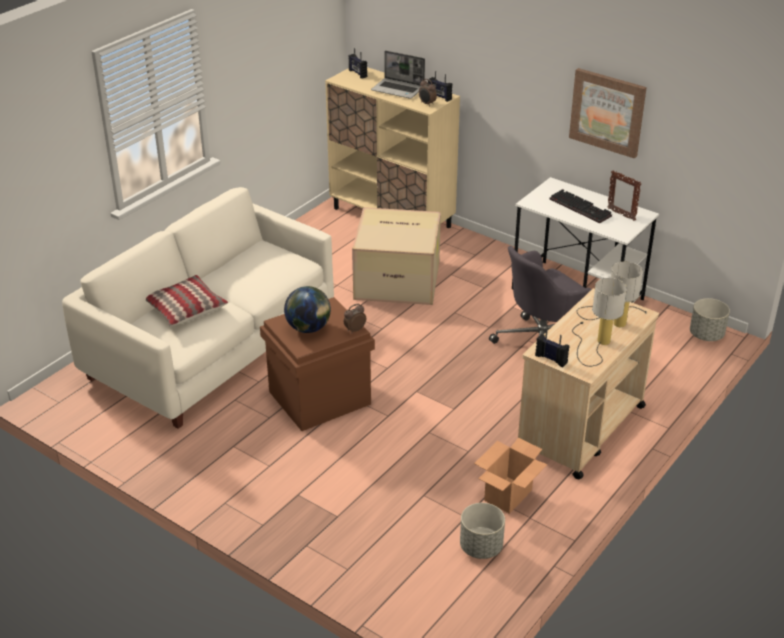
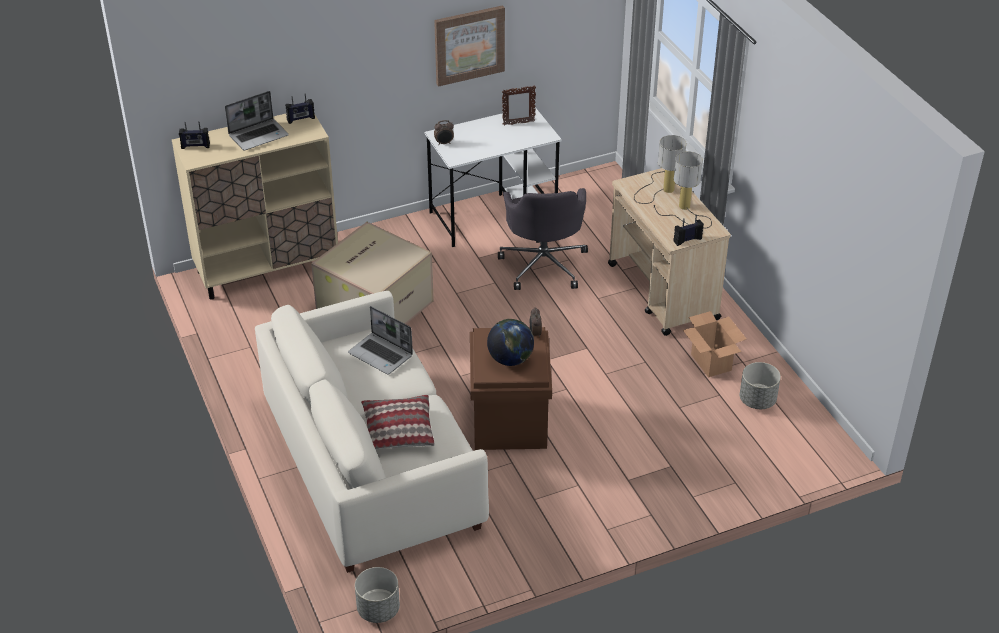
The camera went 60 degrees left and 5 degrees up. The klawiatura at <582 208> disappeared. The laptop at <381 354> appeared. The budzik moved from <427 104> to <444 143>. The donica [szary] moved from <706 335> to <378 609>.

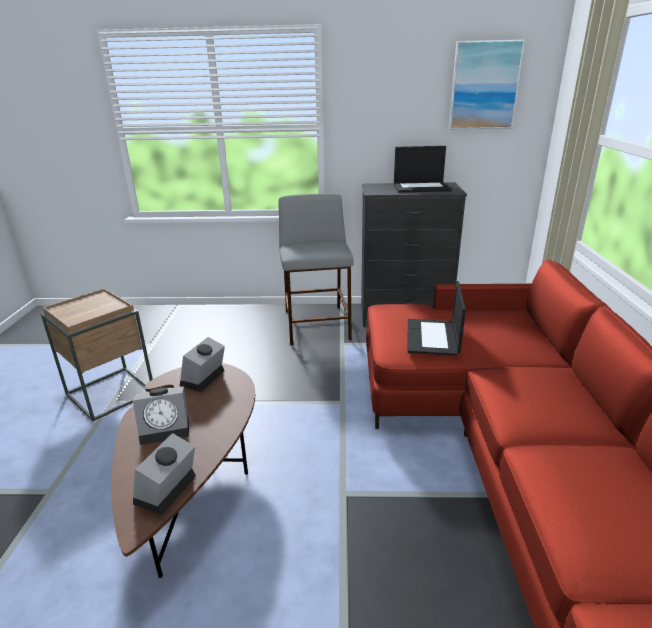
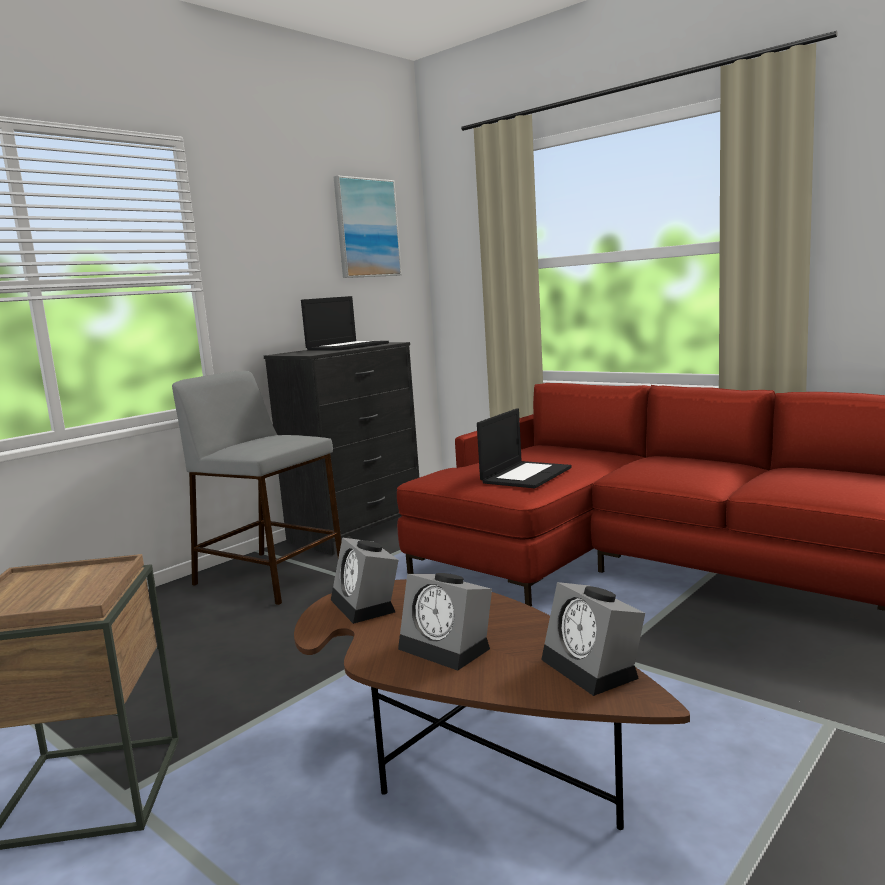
The camera went 50 degrees left and 15 degrees down. The budzik at <167 428> turned 105 degrees clockwise. The laptop at <433 337> turned 105 degrees counterclockwise.

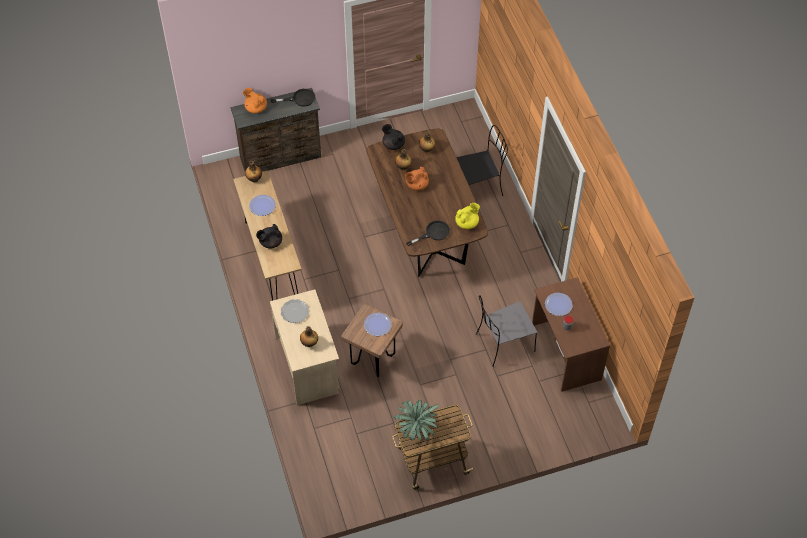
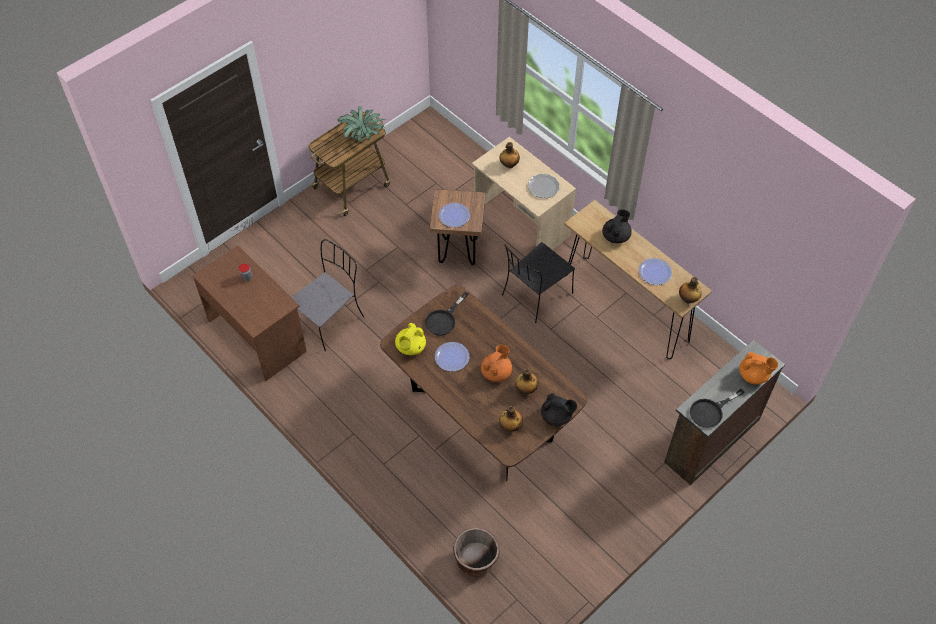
The camera went 155 degrees right and 0 degrees up. The donica [brązowy] at <476 560> appeared. The krzesło [czarny] moved from <477 187> to <536 295>. The talerz moved from <558 304> to <452 357>.

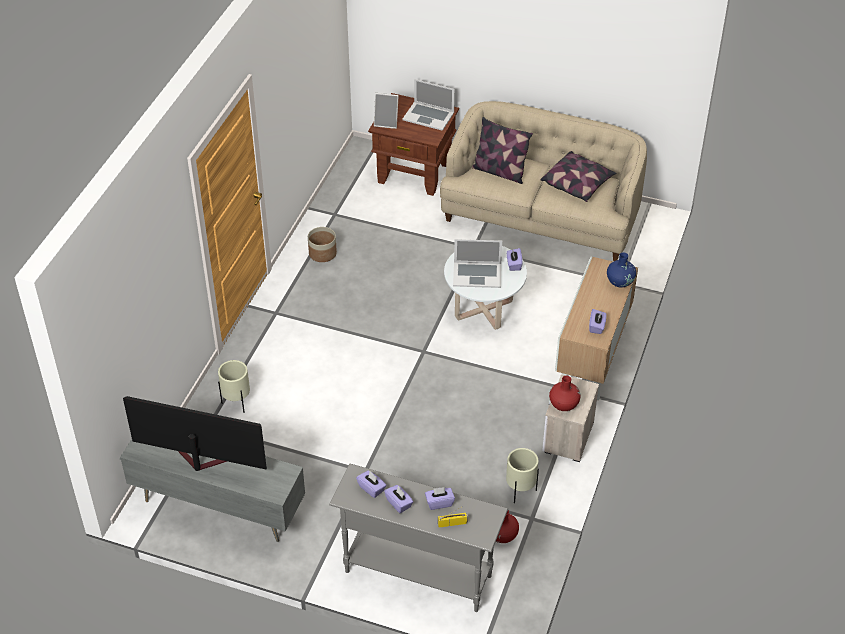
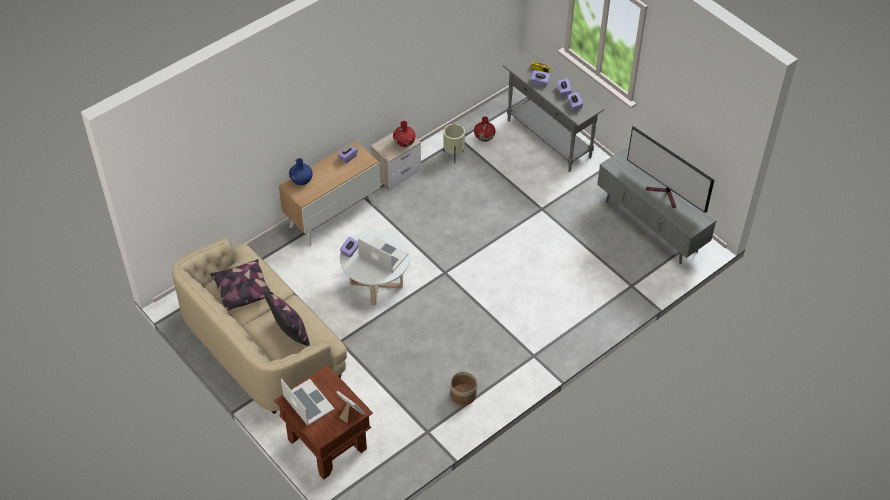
The camera went 150 degrees left and 5 degrees up. The donica [beżowy] at <236 402> disappeared.

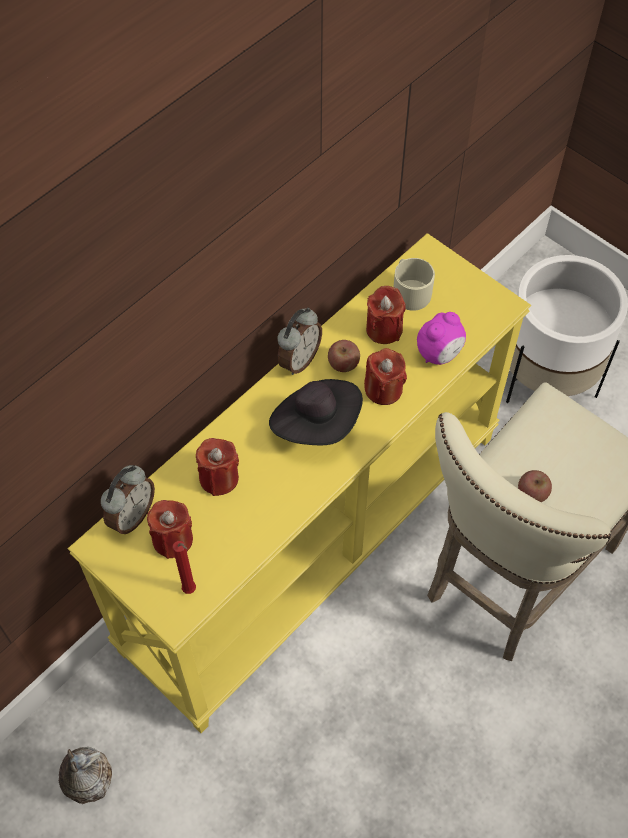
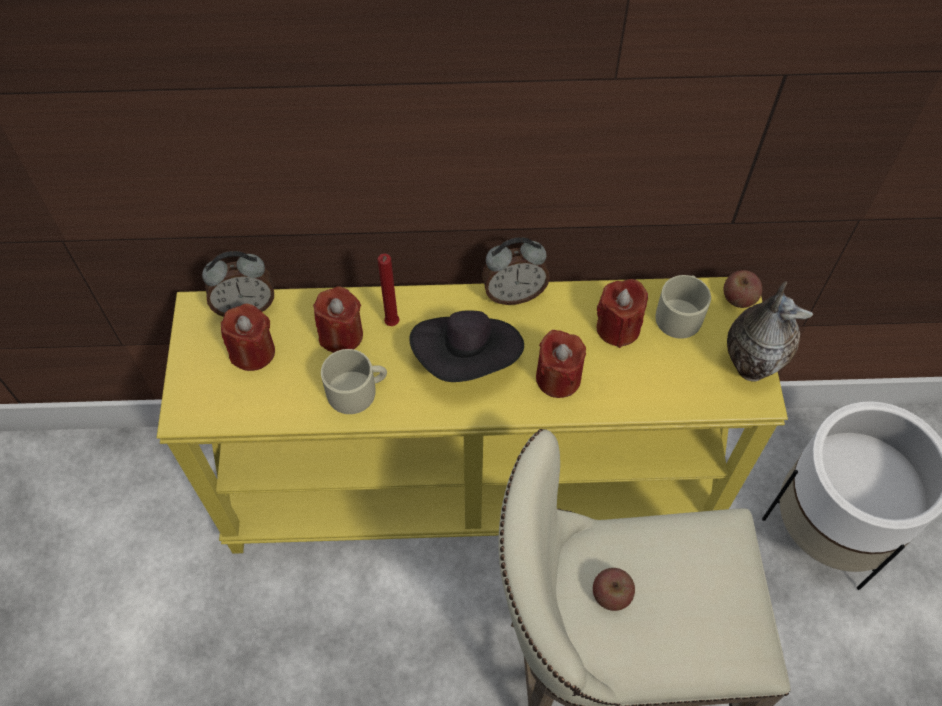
The camera went 45 degrees right and 0 degrees up. The budzik at <439 354> disappeared. The kubek [beżowy] at <357 390> appeared. The wazon moved from <90 783> to <750 364>. The świeca [czerwony] moved from <191 591> to <392 325>. The jabłko moved from <343 363> to <739 298>.

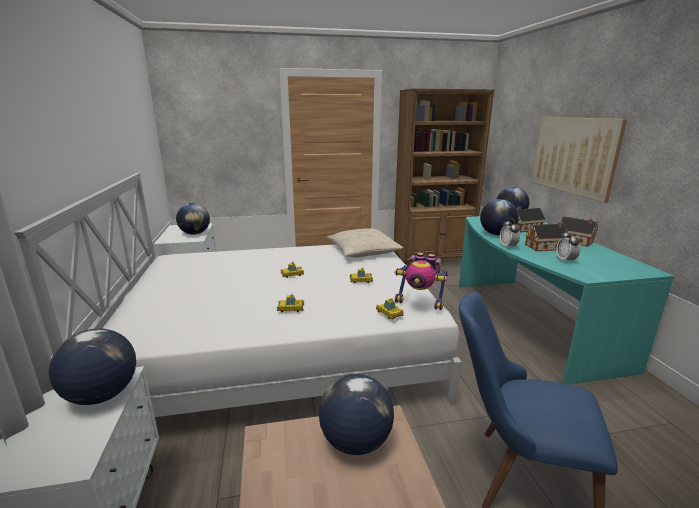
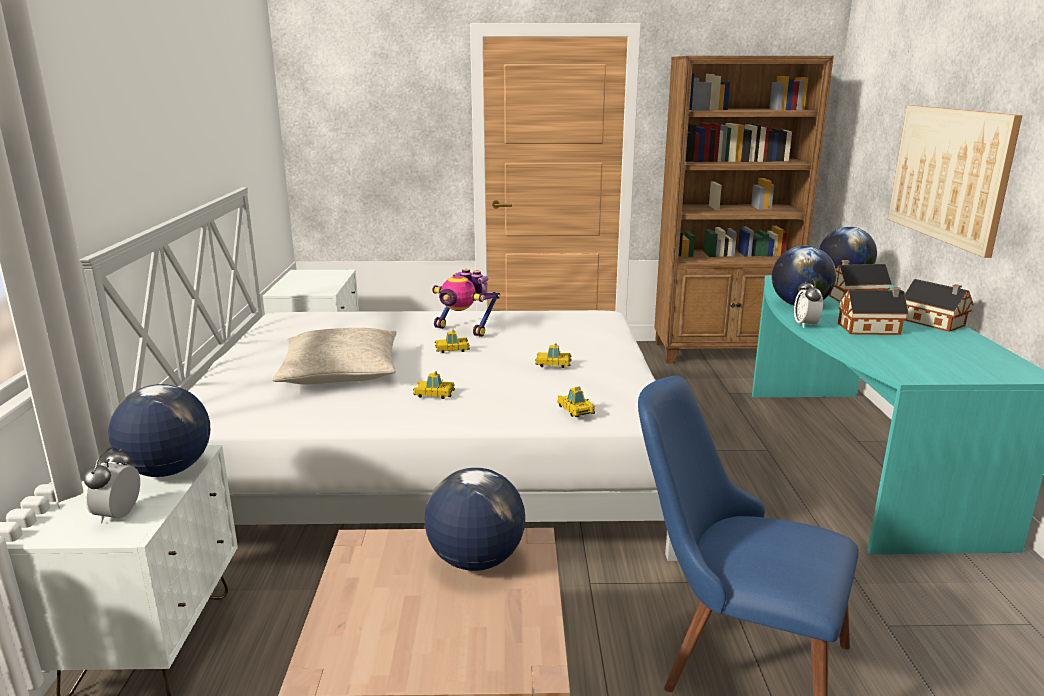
The camera went 10 degrees right and 0 degrees up. The globus at <195 233> disappeared. The poduszka [beżowy] moved from <363 251> to <340 371>. The robot zabawkowy moved from <420 303> to <464 329>. The budzik moved from <565 260> to <119 515>.

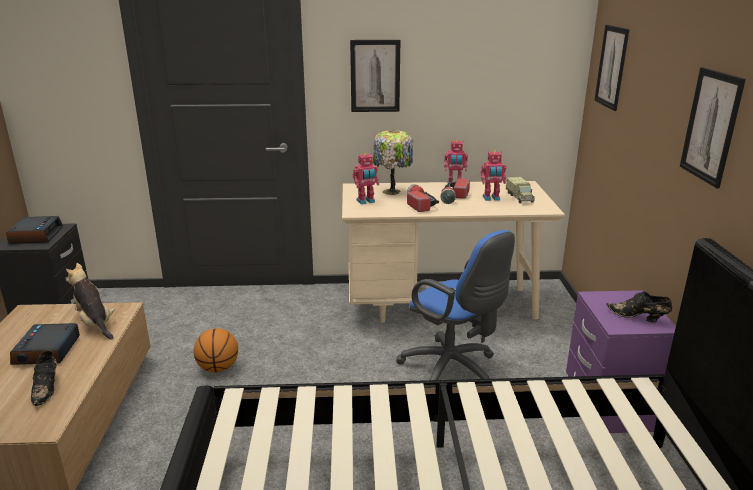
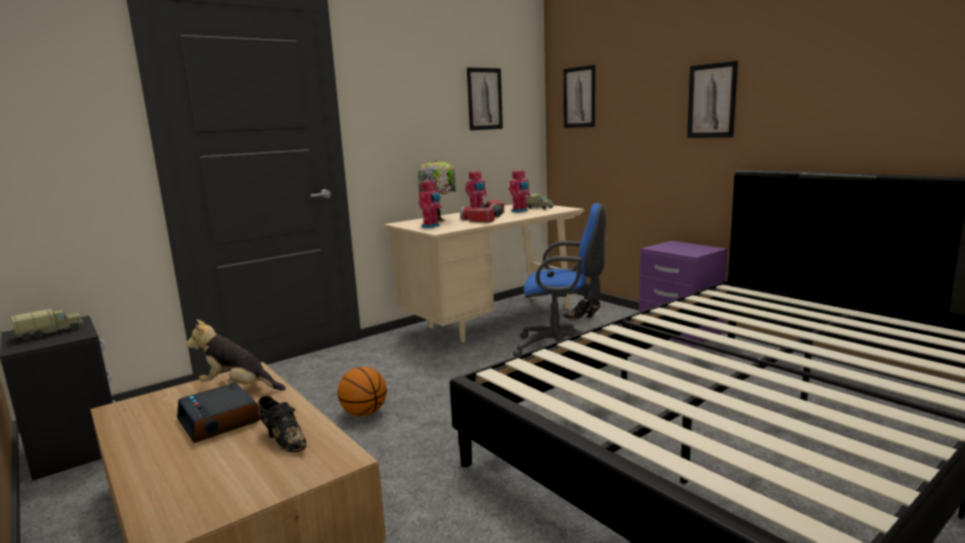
The camera went 35 degrees left and 10 degrees down. The obraz moved from <375 76> to <484 99>. The but [czarny] moved from <638 317> to <583 317>. The budzik at <36 235> was replaced by the ciężarówka zabawkowa at <50 333>.

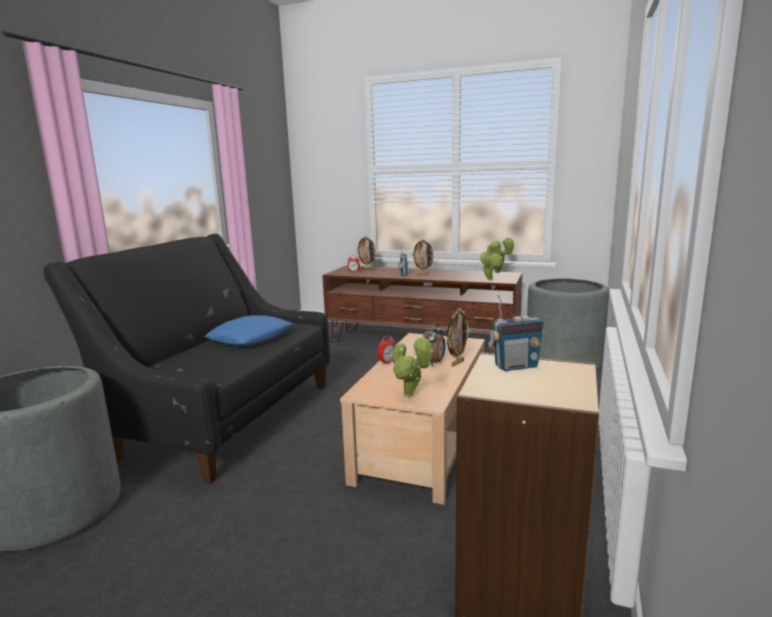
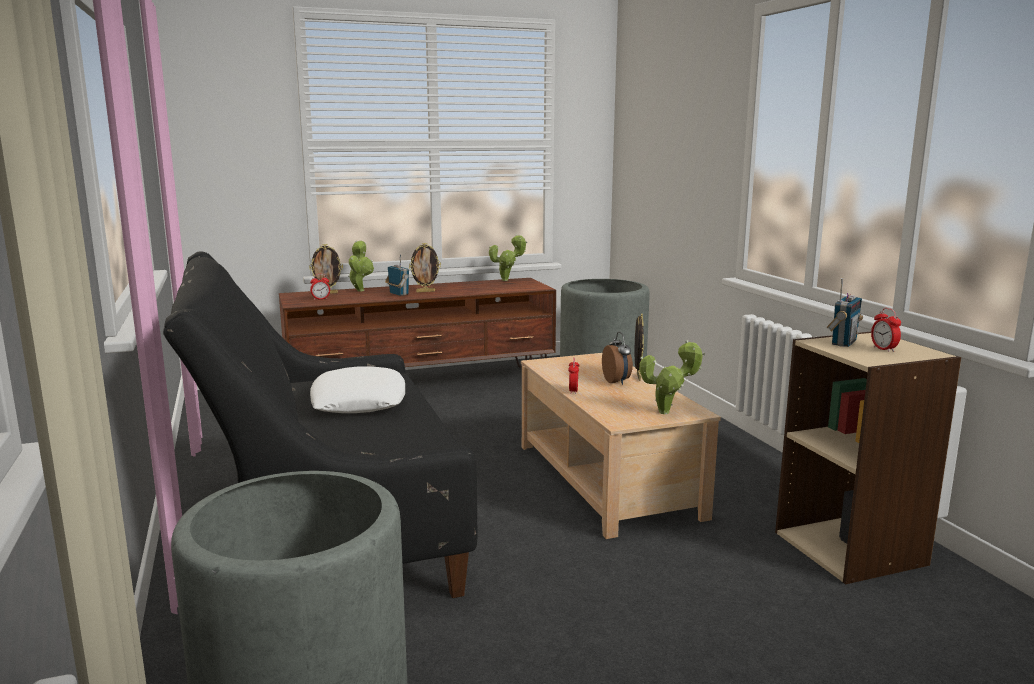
The camera went 40 degrees left and 0 degrees up. The budzik at <883 349> appeared. The roślina doniczkowa moved from <491 279> to <360 290>. The poduszka [niebieski] at <251 338> became the poduszka [biały] at <358 401>.

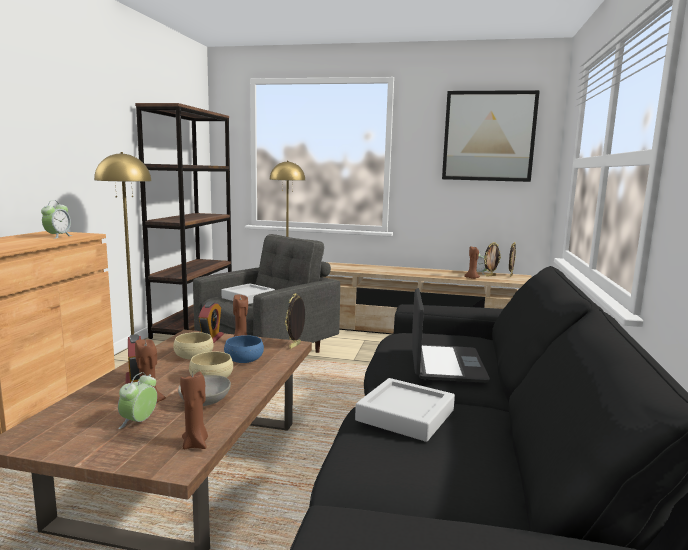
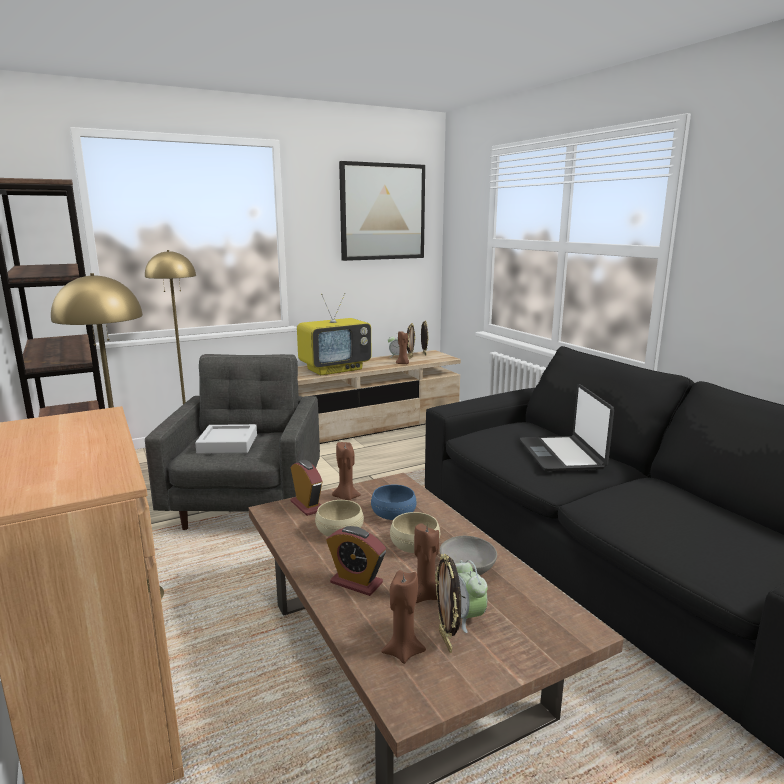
The camera went 40 degrees left and 5 degrees up. The budzik at <58 236> disappeared. The taca [szary] at <405 415> disappeared. The telewizor at <335 369> appeared. The świeca [brązowy] moved from <195 444> to <403 652>. The ramka na zdjęcie moved from <295 346> to <446 641>. The laptop at <445 364> turned 150 degrees counterclockwise.

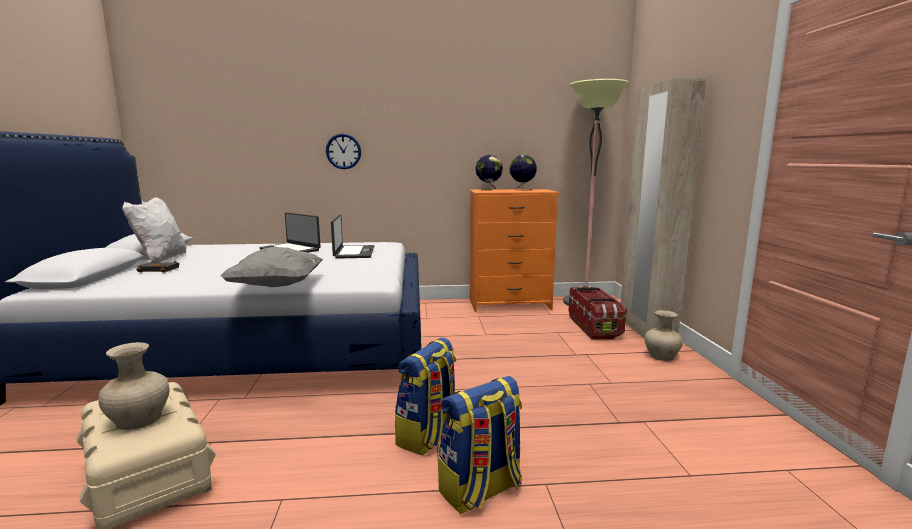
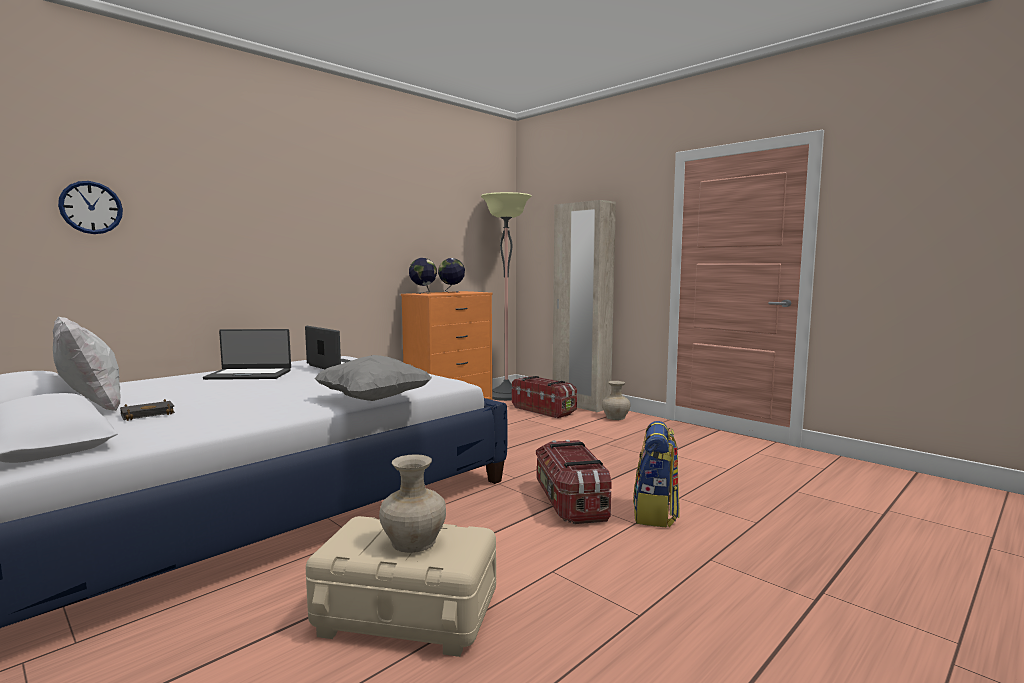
The camera went 40 degrees left and 5 degrees down. The zegar ścienny moved from <343 151> to <91 207>. The plecak at <429 436> was replaced by the pojemnik do przechowywania at <570 502>.

